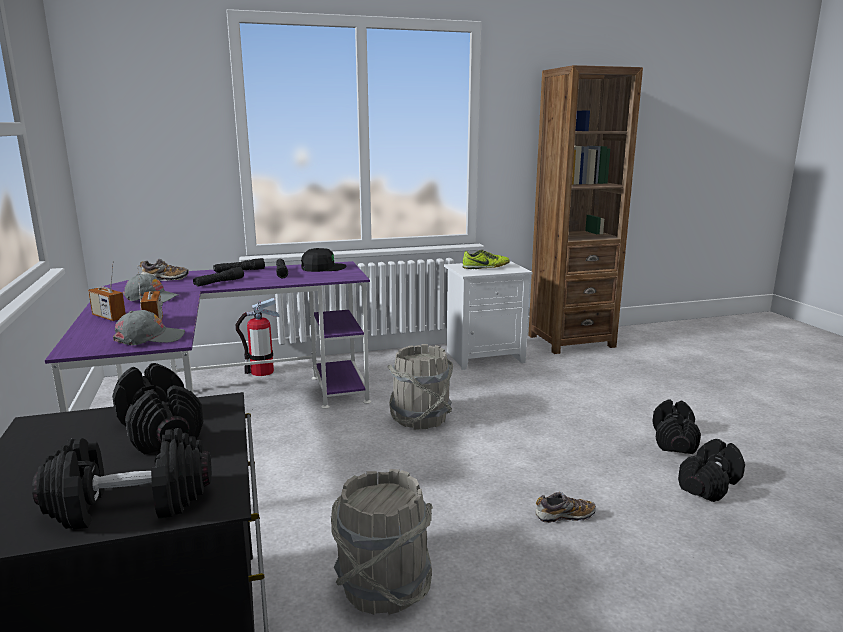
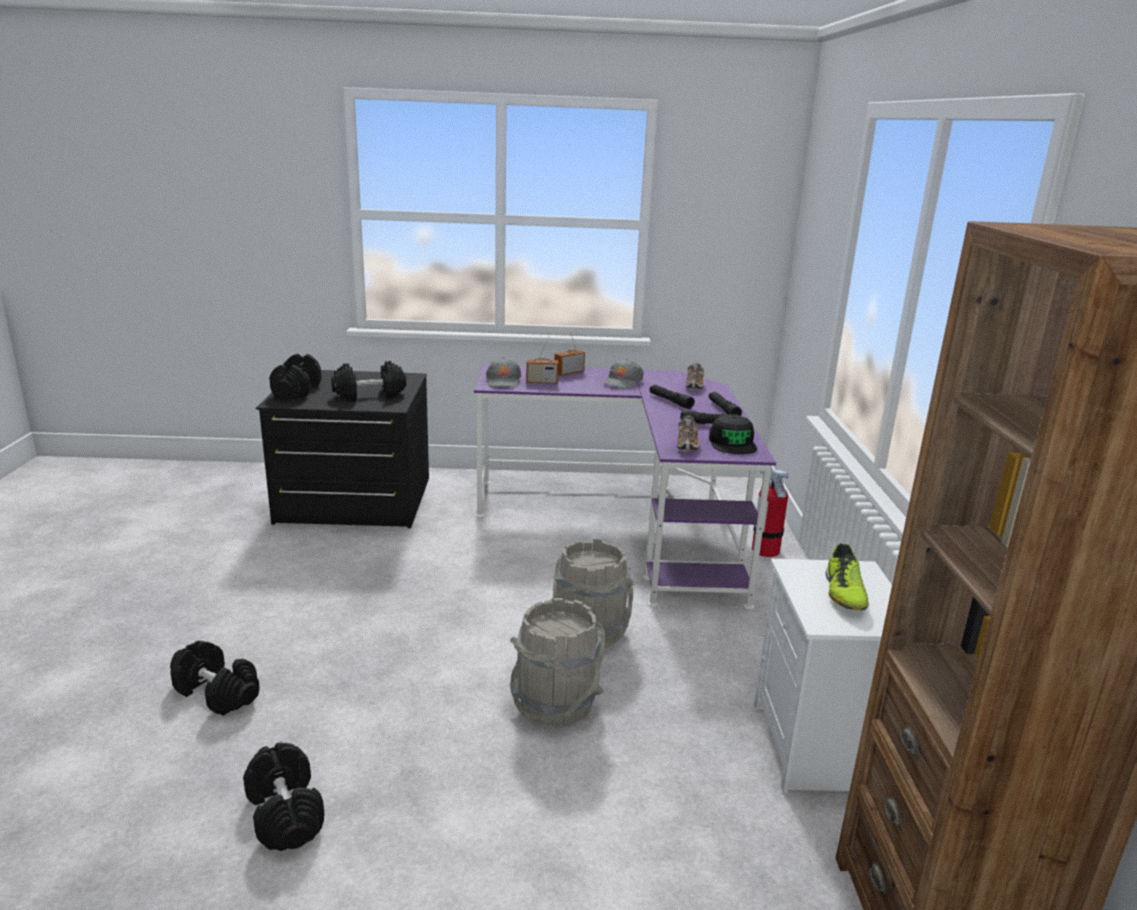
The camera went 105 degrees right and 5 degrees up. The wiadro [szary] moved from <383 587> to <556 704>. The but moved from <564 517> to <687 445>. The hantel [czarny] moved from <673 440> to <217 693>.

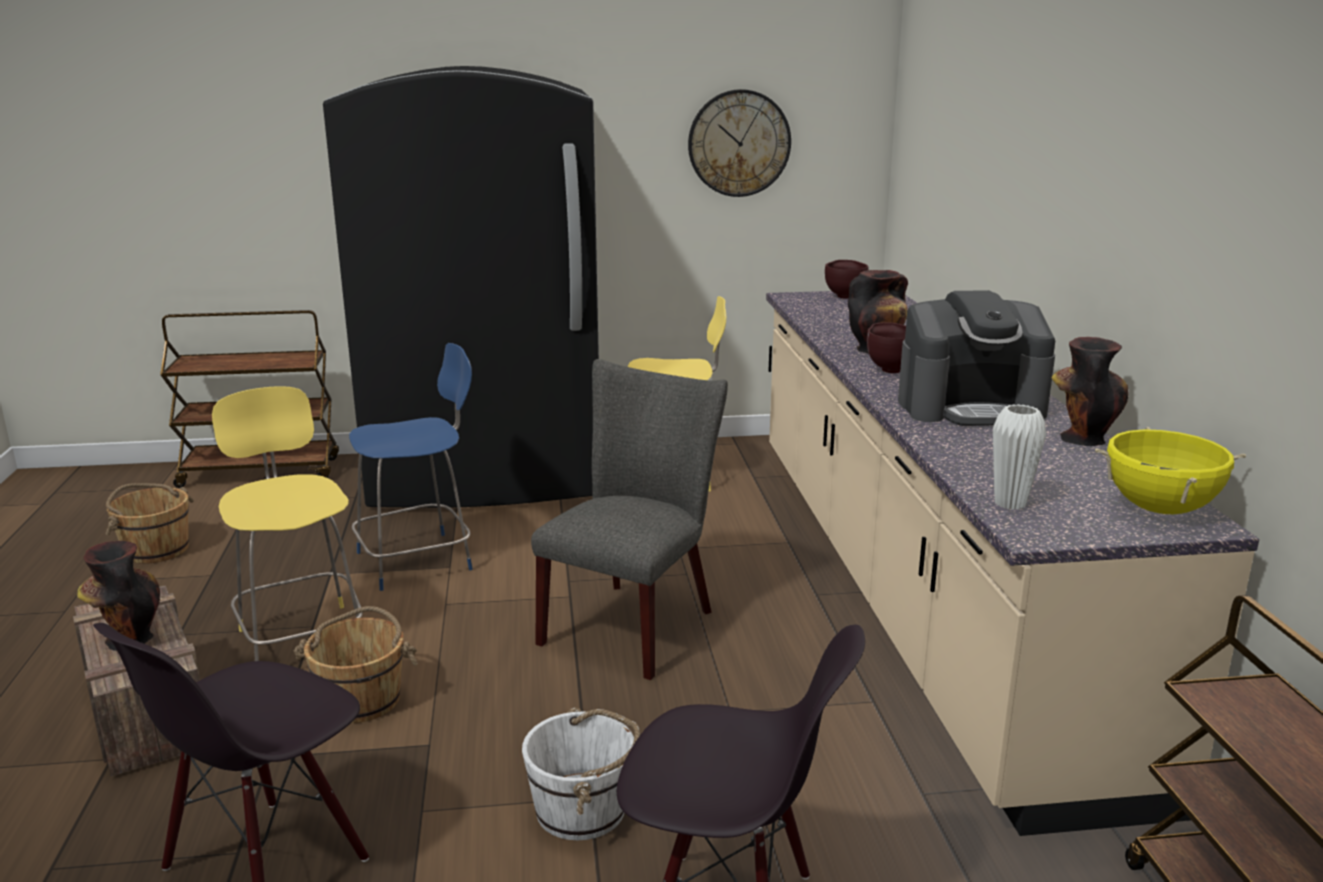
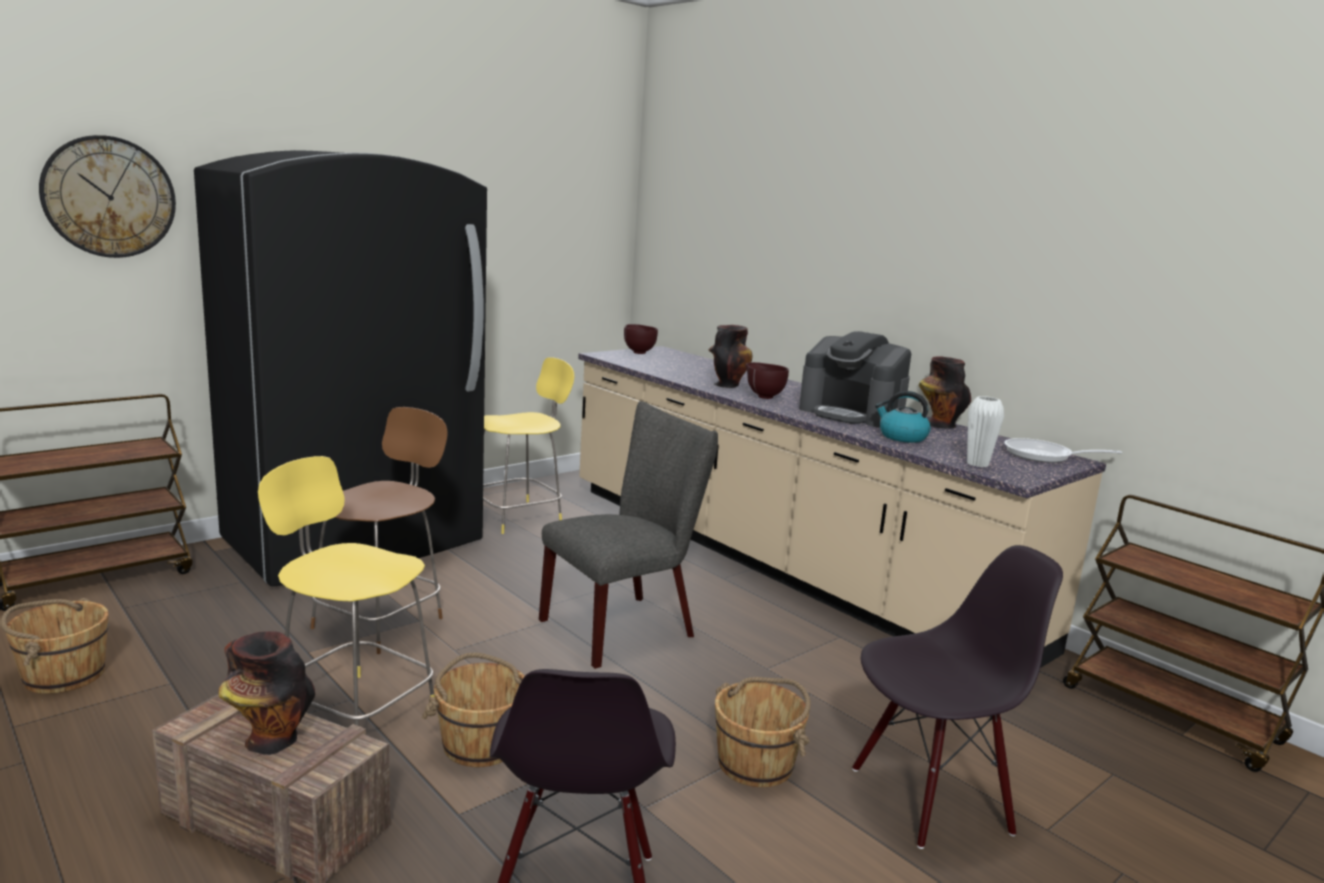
The camera went 35 degrees left and 5 degrees down. The czajnik at <902 437> appeared. The zegar ścienny moved from <739 143> to <109 197>. The garnek [żółty] at <1159 509> was replaced by the patelnia at <1044 456>. The stołek [niebieski] at <418 560> became the stołek [brązowy] at <381 621>. The wiadro [biały] at <583 810> became the wiadro [brązowy] at <756 763>. The krzesło [szary] at <634 622> turned 60 degrees clockwise. The ekspres do kawy at <970 407> turned 75 degrees clockwise.

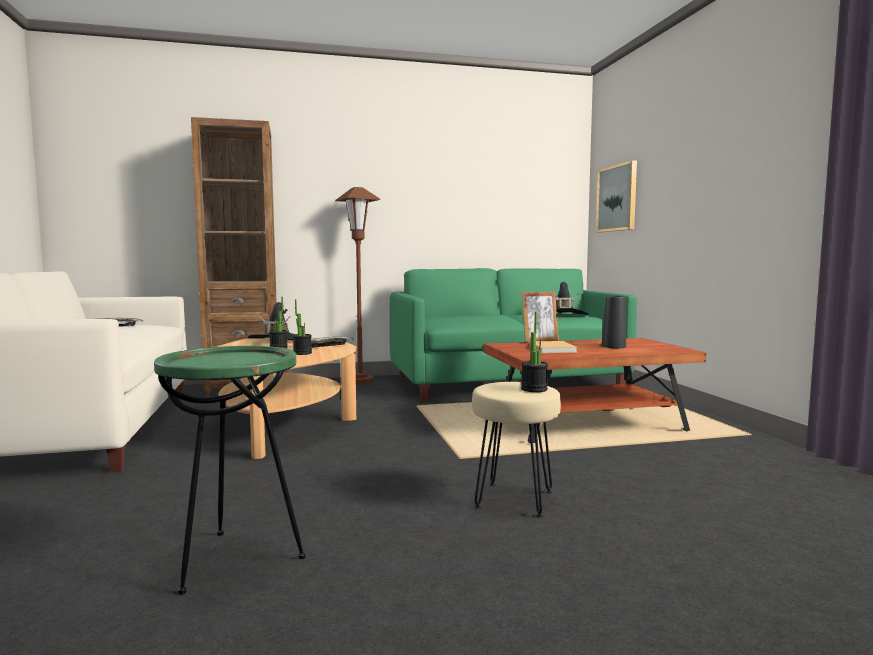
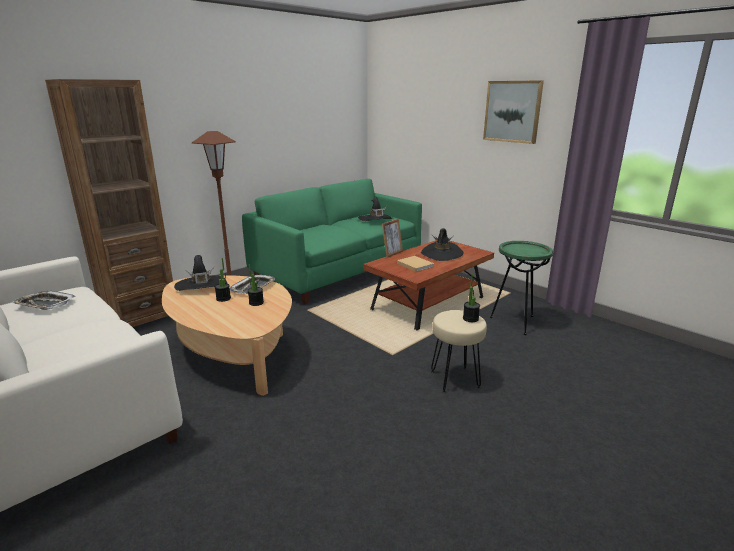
The camera went 30 degrees left and 15 degrees up. The stolik [zielony] moved from <236 559> to <515 322>. The obraz moved from <617 198> to <512 111>. The wazon [czarny] at <613 346> was replaced by the kapelusz [czarny] at <441 254>.

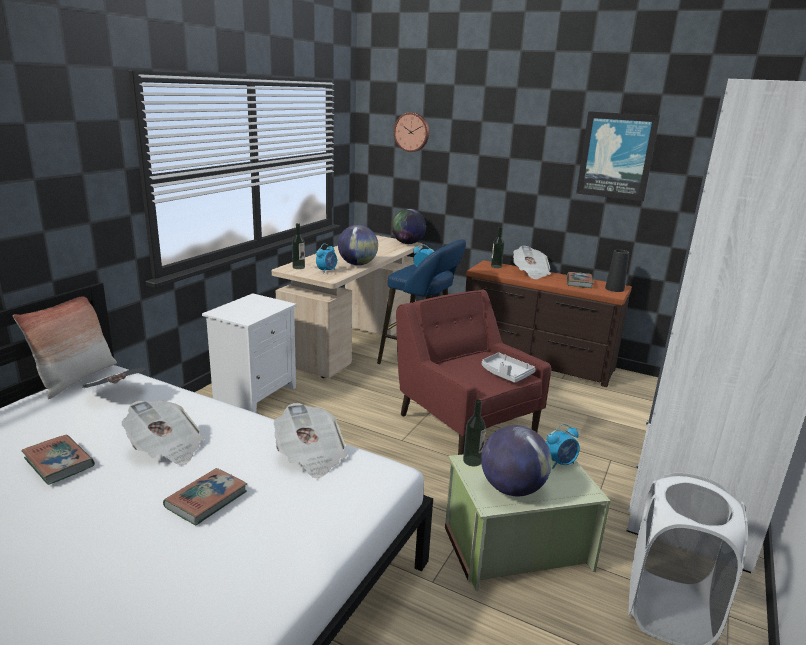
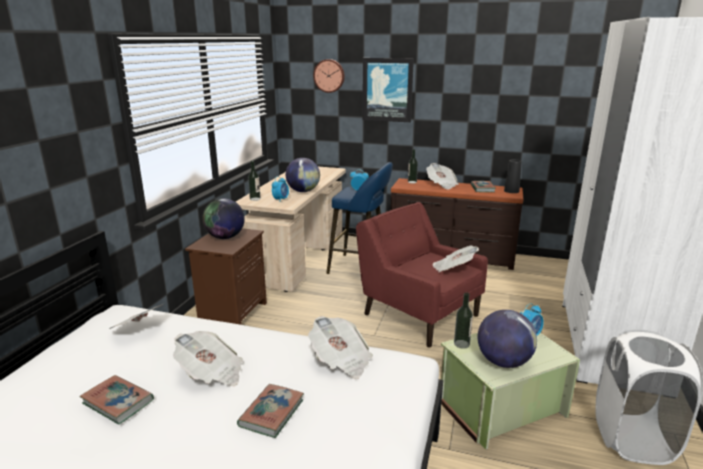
The camera went 10 degrees left and 0 degrees up. The poduszka at <76 379> disappeared. The globus moved from <407 243> to <225 237>. The obraz moved from <616 156> to <387 90>. The taca [szary] at <505 374> was replaced by the gazeta at <453 269>. The szafka nocna [biały] at <255 393> became the szafka nocna [brązowy] at <233 313>.

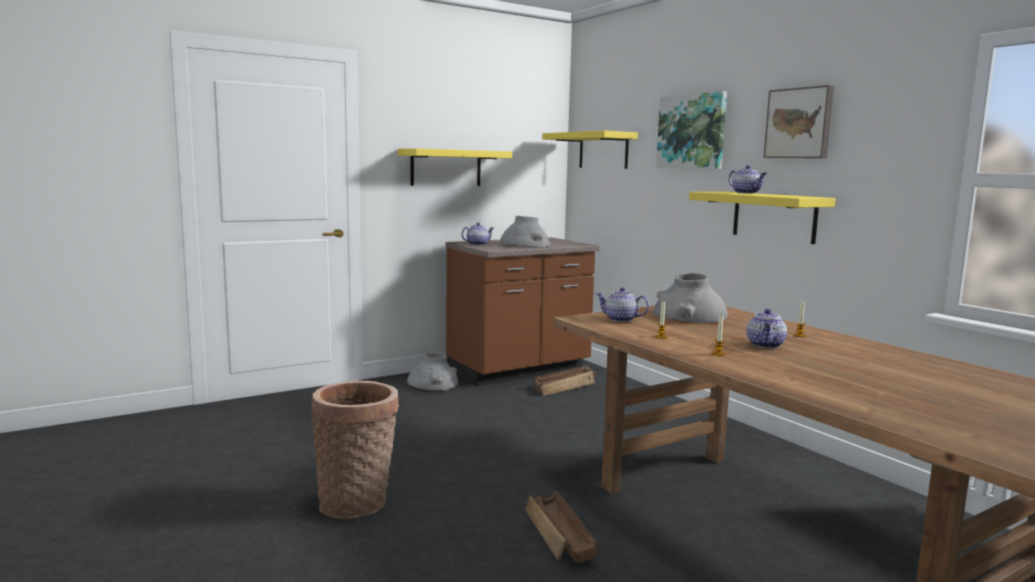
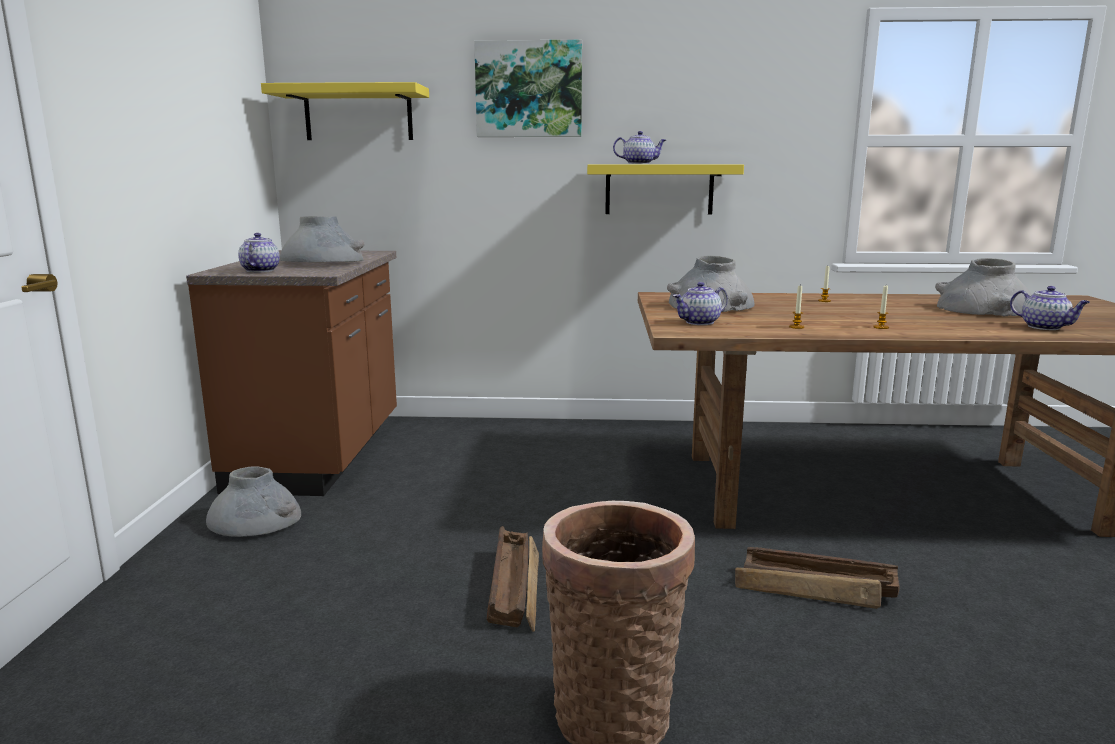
The camera went 55 degrees left and 5 degrees up. The półka [żółty] at <446 168> disappeared. The obraz at <799 123> disappeared. The wazon [szary] at <984 309> appeared. The skrzynka moved from <566 387> to <514 587>. The imbryk moved from <765 345> to <1045 327>.

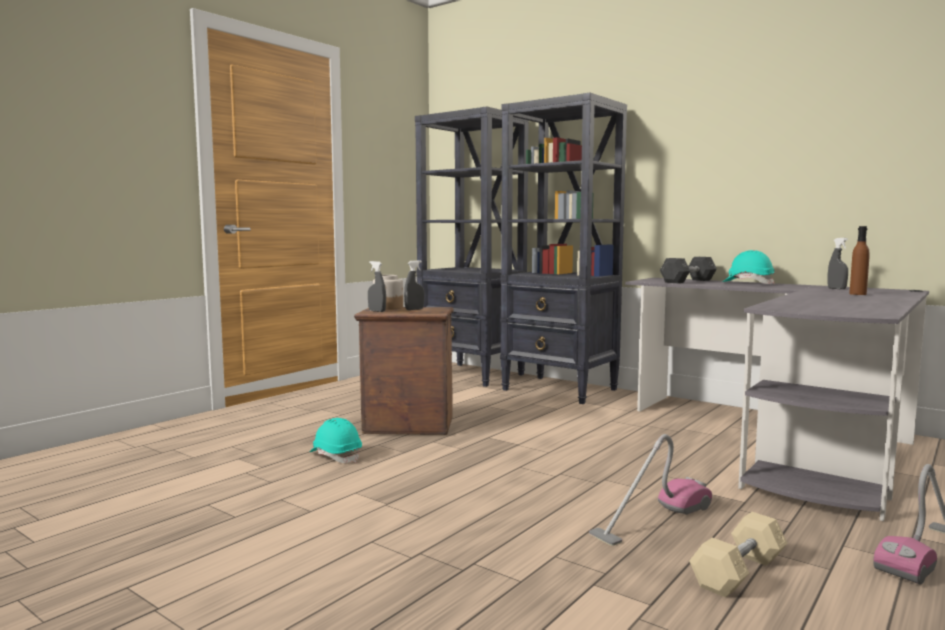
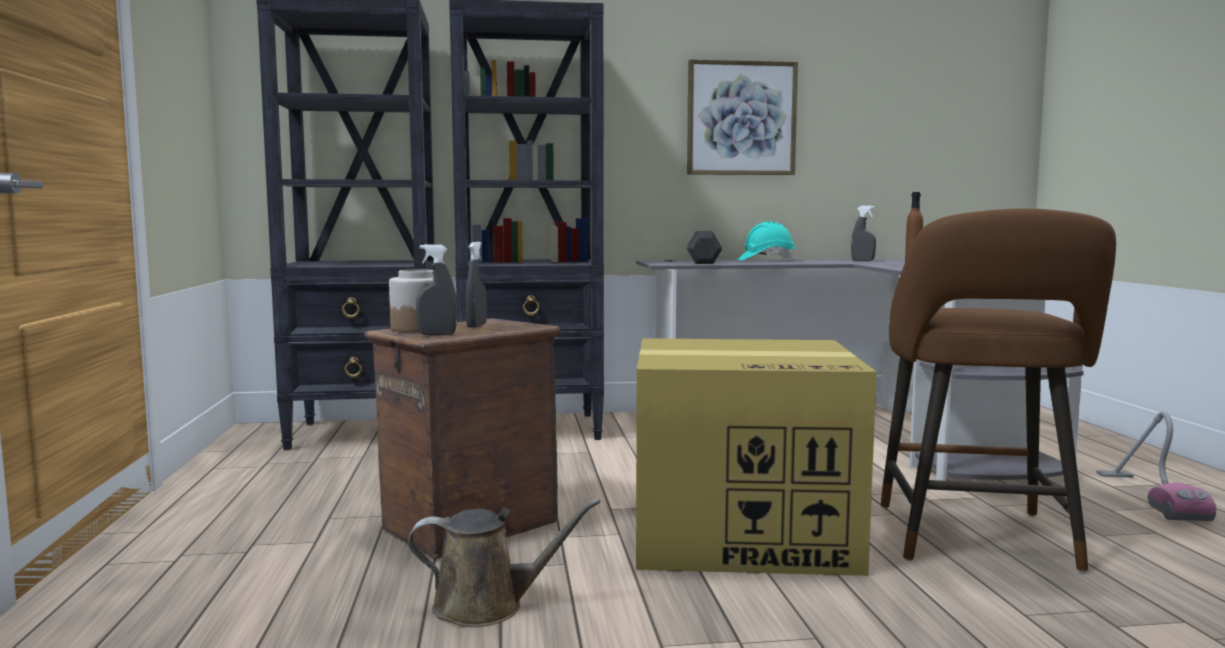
The camera went 45 degrees left and 0 degrees up. The hantel [beżowy] at <738 572> disappeared. The karton at <745 534> appeared. The obraz at <741 118> appeared. The kask [turkusowy] at <336 456> was replaced by the konewka [brązowy] at <487 606>. The odkurzacz at <652 520> was replaced by the stołek [brązowy] at <977 541>.

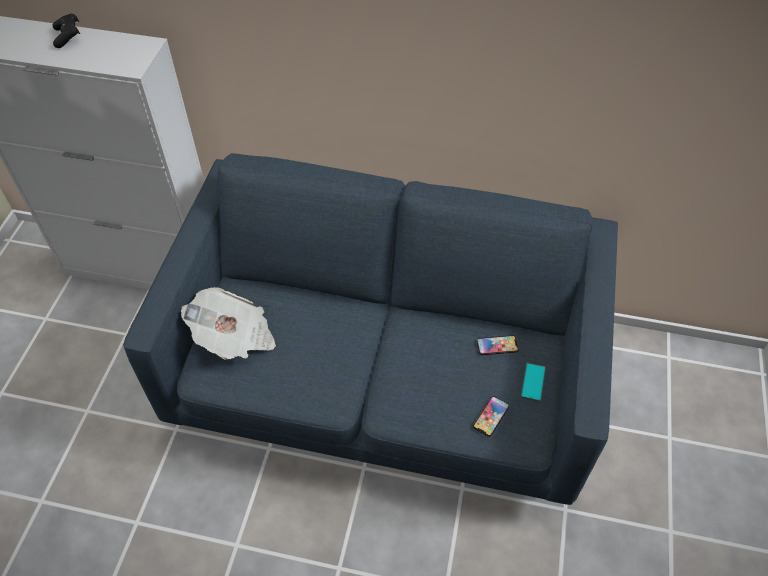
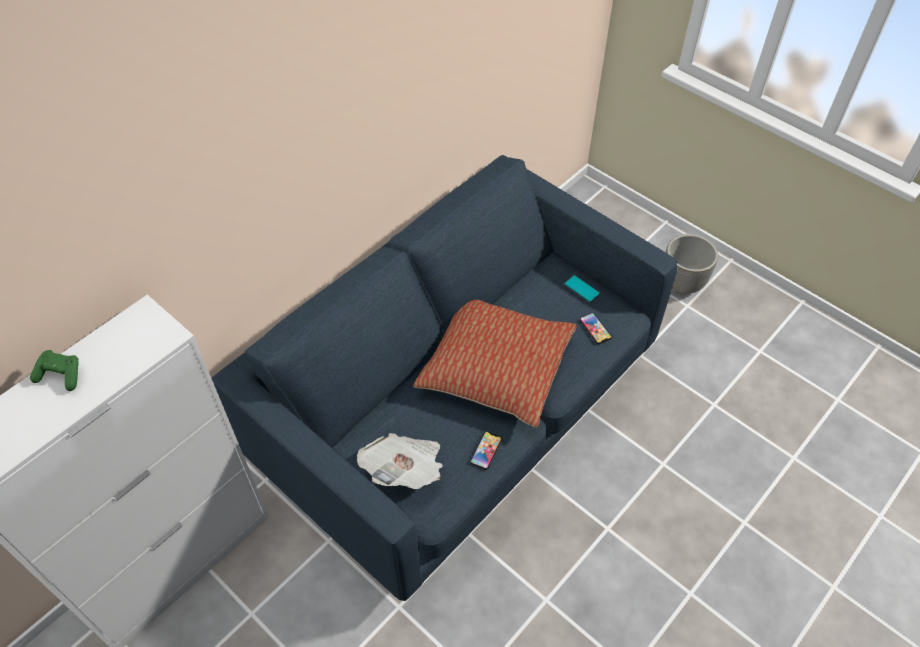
The camera went 60 degrees left and 0 degrees up. The poduszka at <496 368> appeared. The donica at <681 283> appeared. The telefon moved from <497 345> to <486 451>. The pad do gier [czarny] at <68 37> became the pad do gier [zielony] at <61 375>.

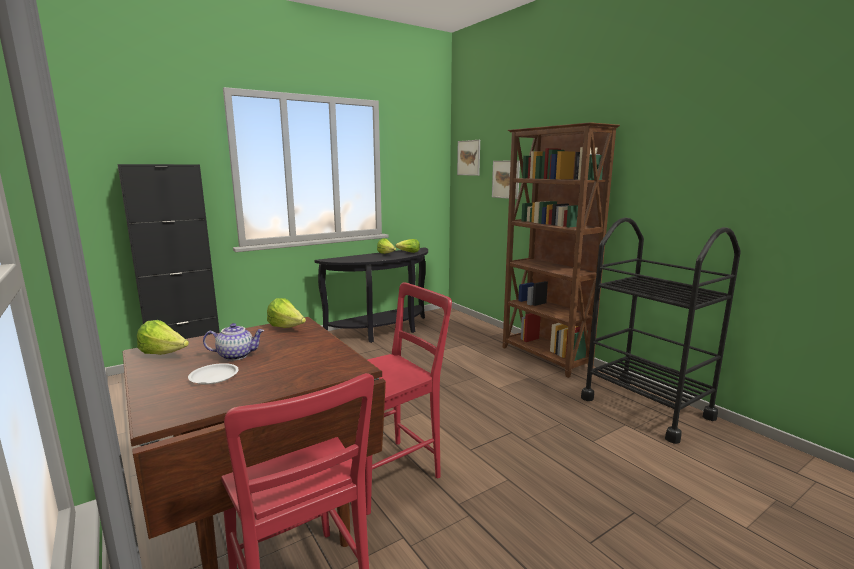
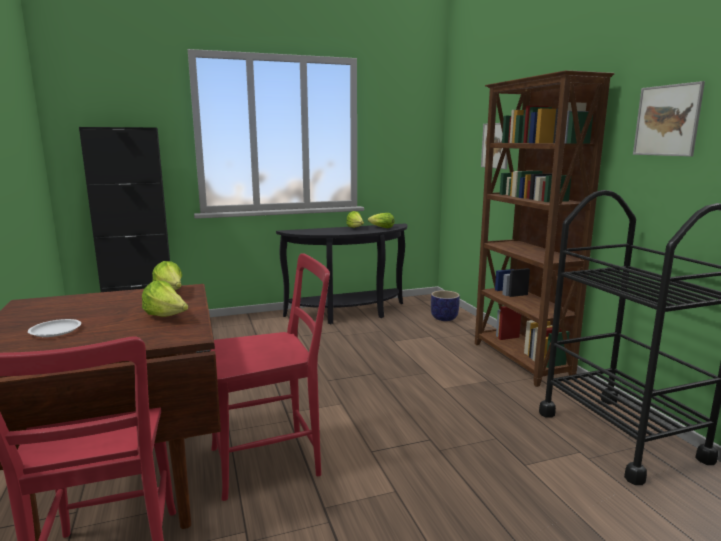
The camera went 15 degrees right and 0 degrees up. The imbryk at <236 355> disappeared. The donica at <444 318> appeared. The sałata moved from <164 354> to <167 317>. The obraz moved from <468 158> to <667 120>.

